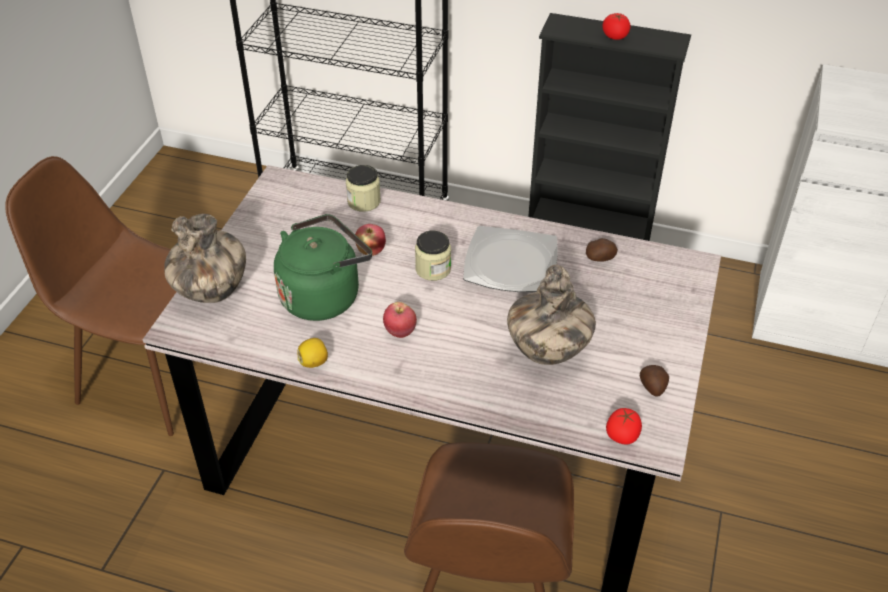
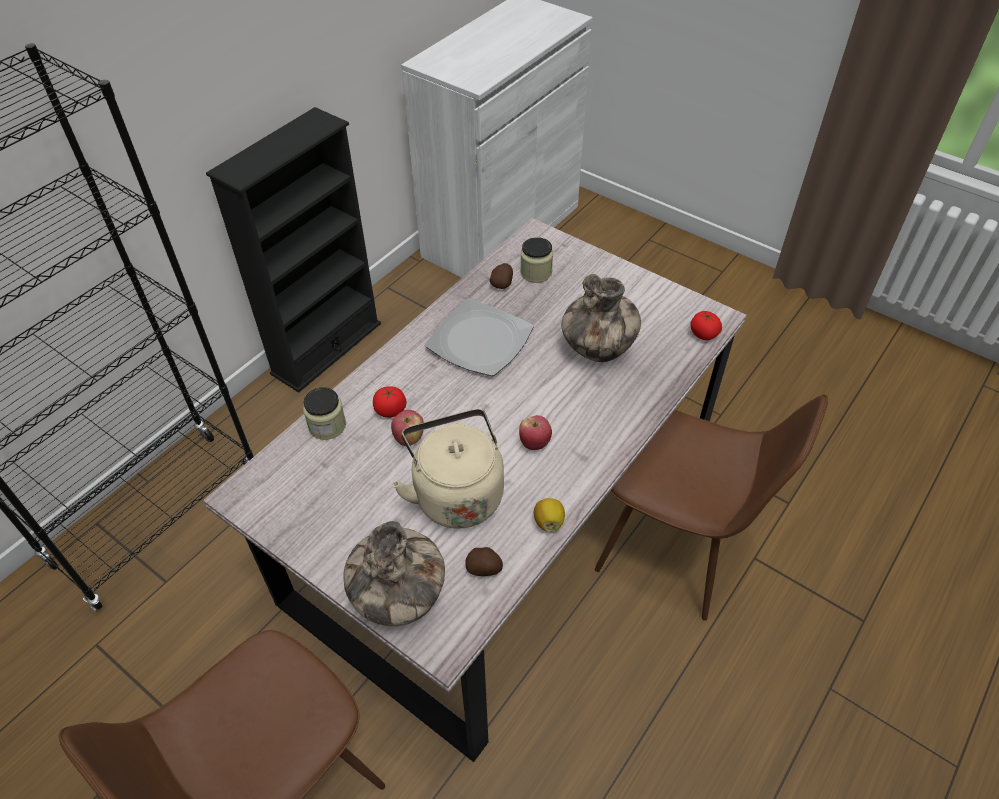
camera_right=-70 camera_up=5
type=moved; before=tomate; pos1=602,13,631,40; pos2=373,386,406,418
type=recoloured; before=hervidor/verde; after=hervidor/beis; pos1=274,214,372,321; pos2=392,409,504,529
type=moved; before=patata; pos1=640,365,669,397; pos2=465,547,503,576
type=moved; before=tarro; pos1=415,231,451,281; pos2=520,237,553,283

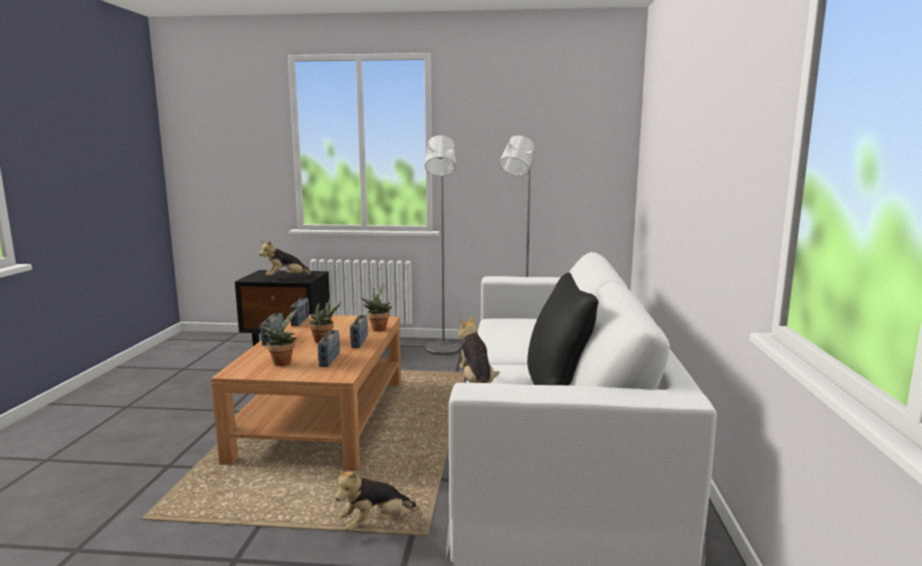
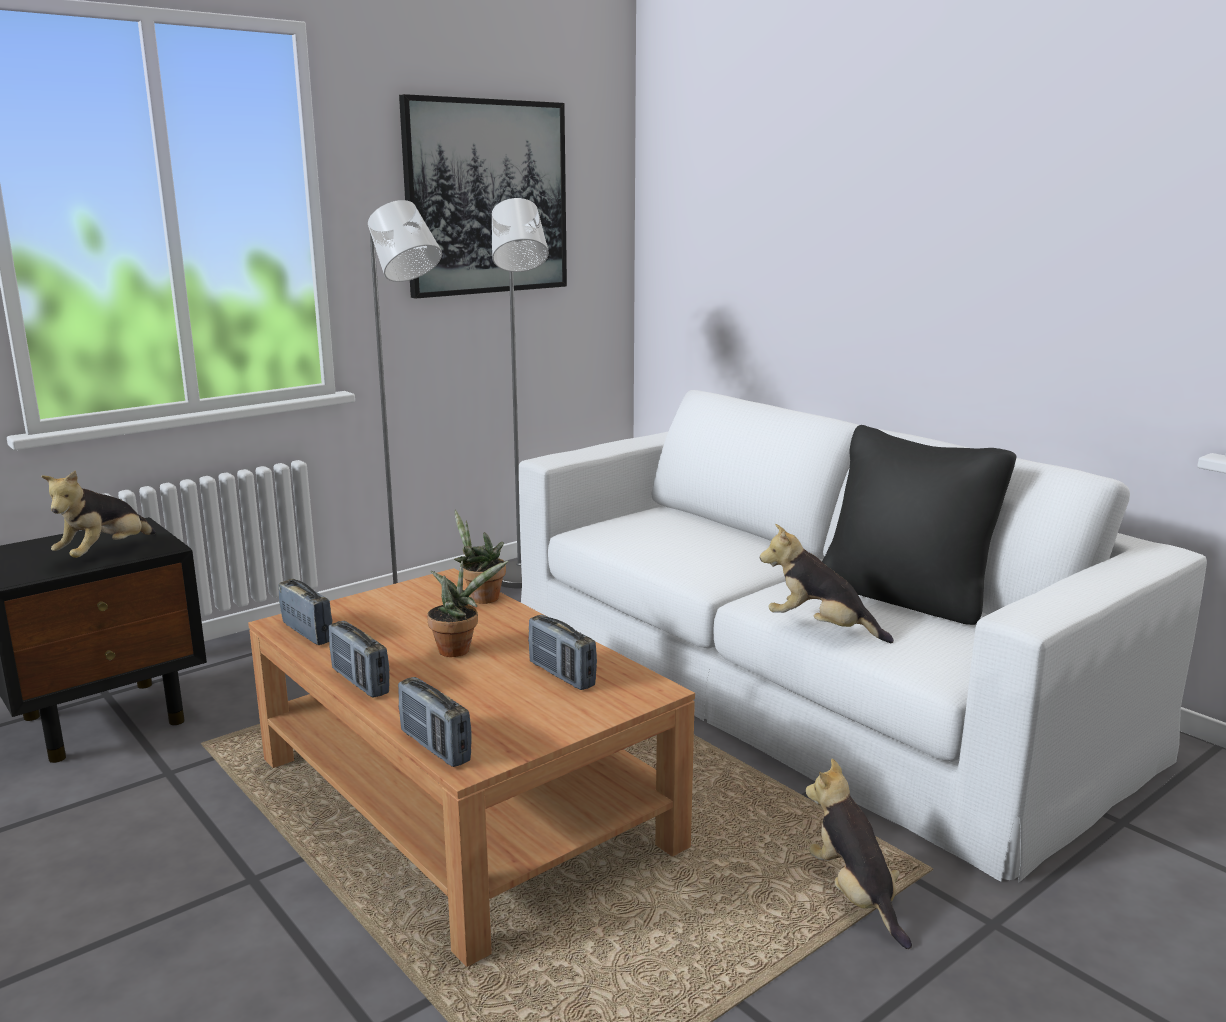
camera_right=-45 camera_up=5
type=moved; before=radio; pos1=350,315,368,348; pos2=398,677,472,767
type=added; after=cuadro; pos2=399,94,567,299
type=turned; before=peluche; pos1=335,470,416,532; pos2=806,759,912,949; turn=150
type=removed; before=planta en maceta; pos1=259,309,297,366

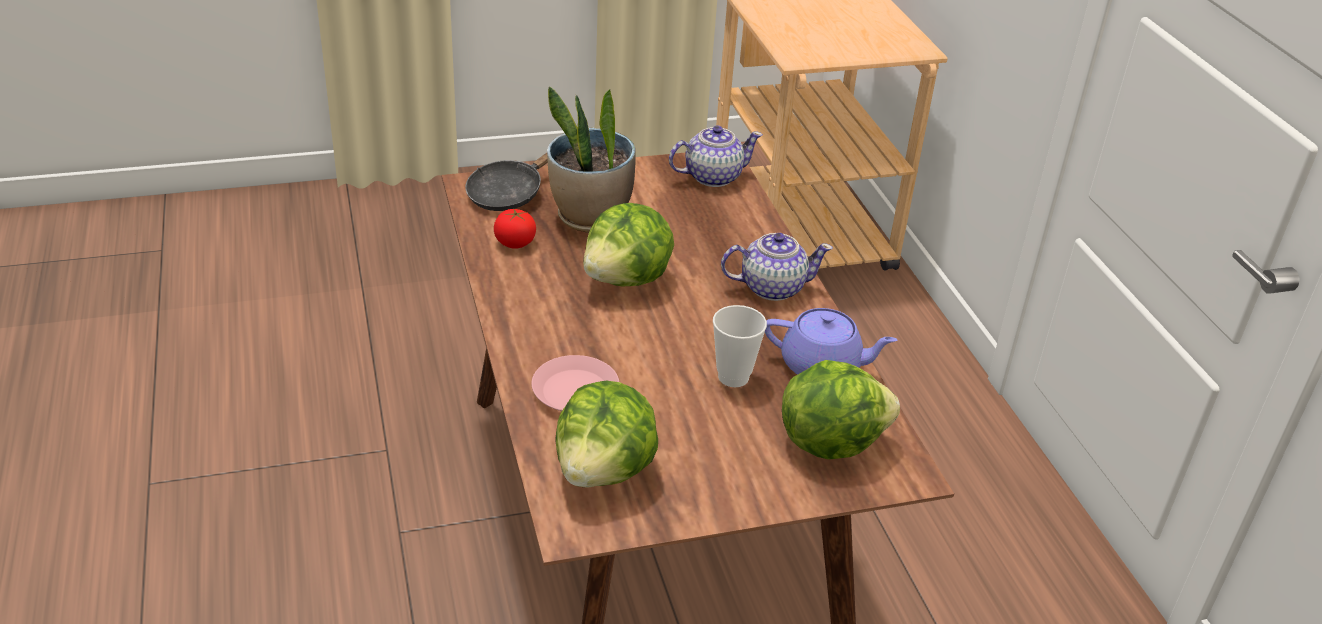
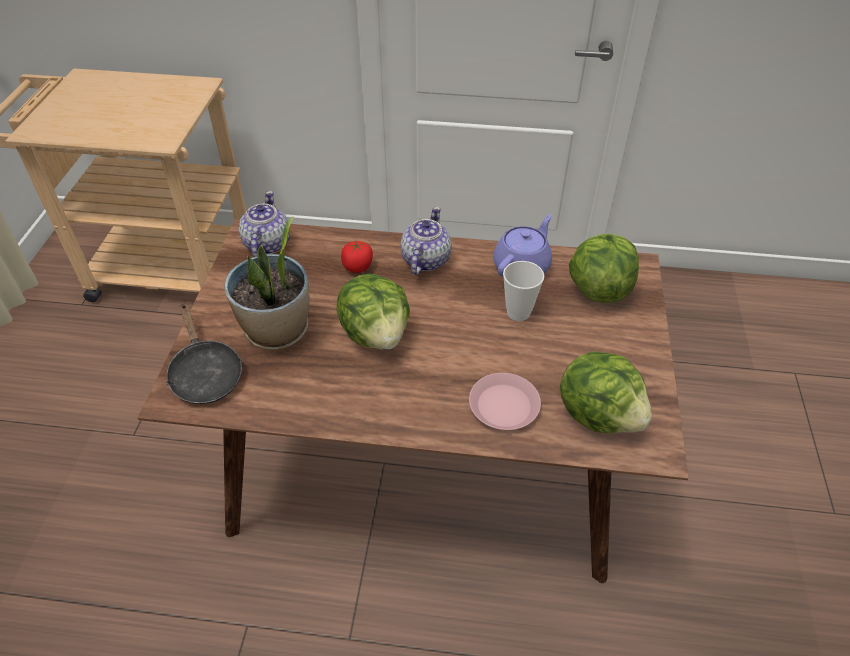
camera_right=-65 camera_up=10
type=moved; before=tomate; pos1=494,209,536,249; pos2=341,240,373,273

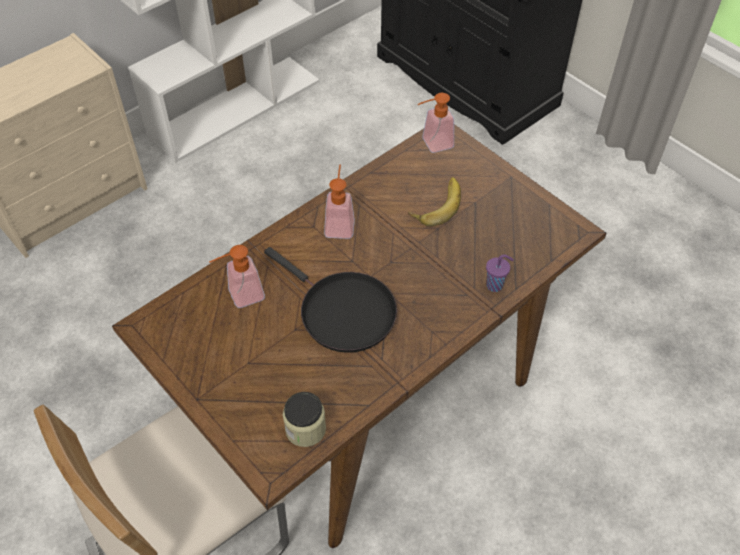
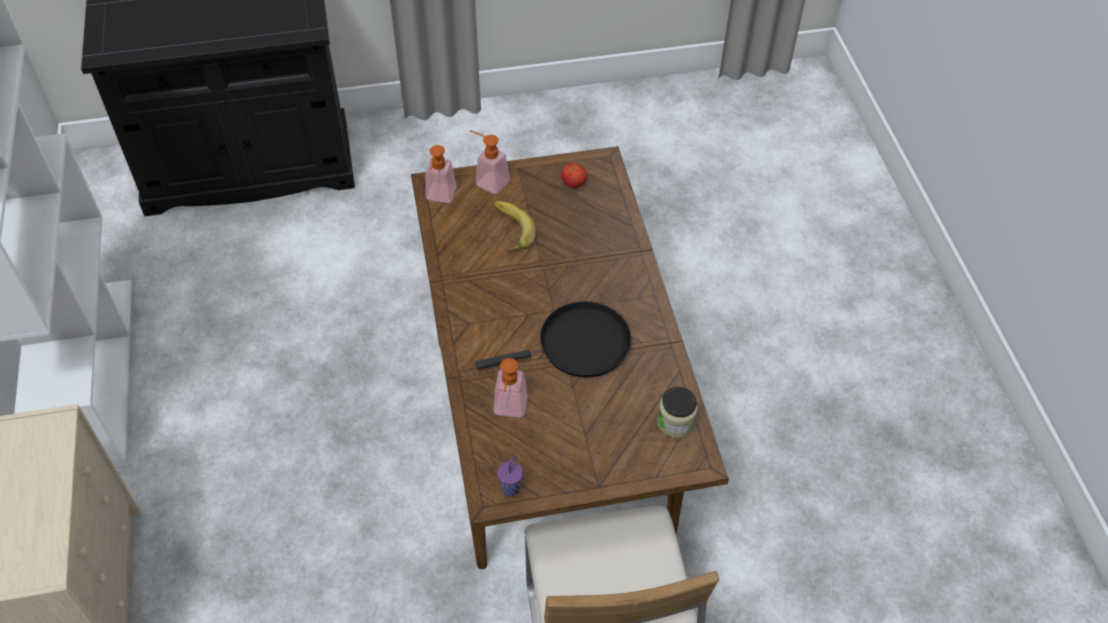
camera_right=-60 camera_up=0
type=moved; before=dispensador de jabón; pos1=324,164,355,239; pos2=469,130,510,194
type=moved; before=taza/morado; pos1=486,255,514,292; pos2=497,455,523,497
type=added; after=tomate; pos2=561,163,587,188

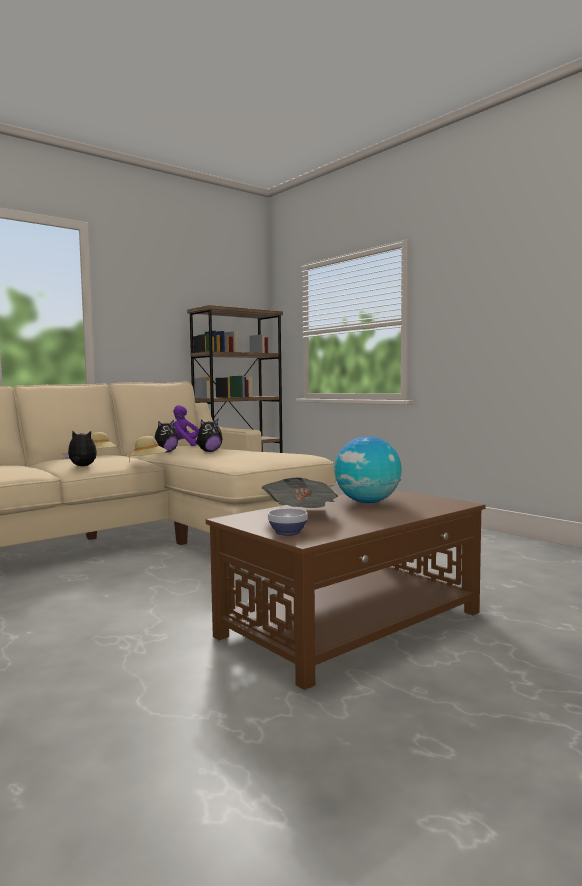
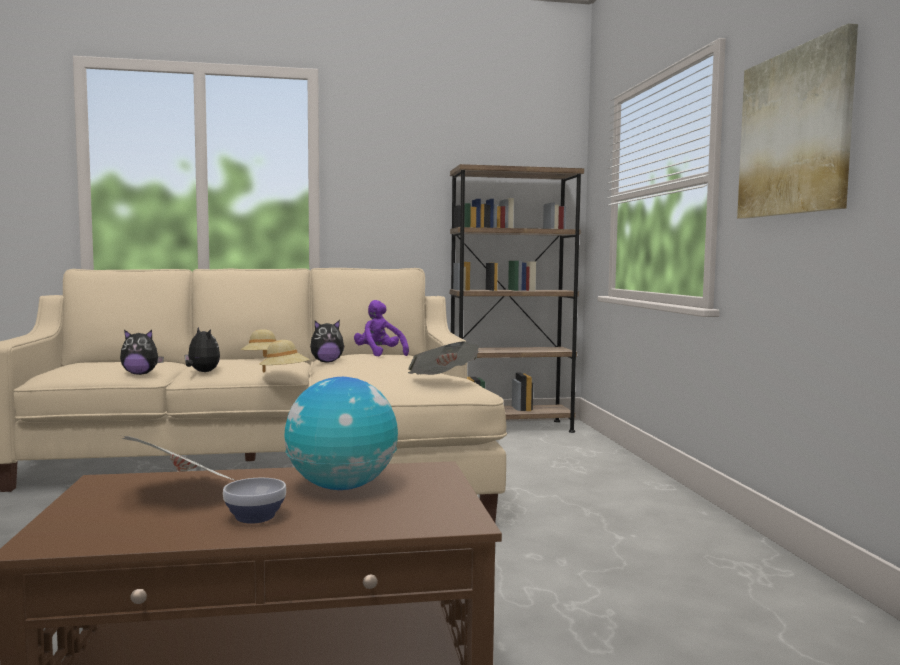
camera_right=30 camera_up=0
type=moved; before=peluche; pos1=196,419,223,452; pos2=120,330,164,375
type=moved; before=cuenco; pos1=268,508,308,536; pos2=223,478,286,524
type=added; after=periódico; pos2=408,341,479,375
type=added; after=cuadro; pos2=737,23,858,219

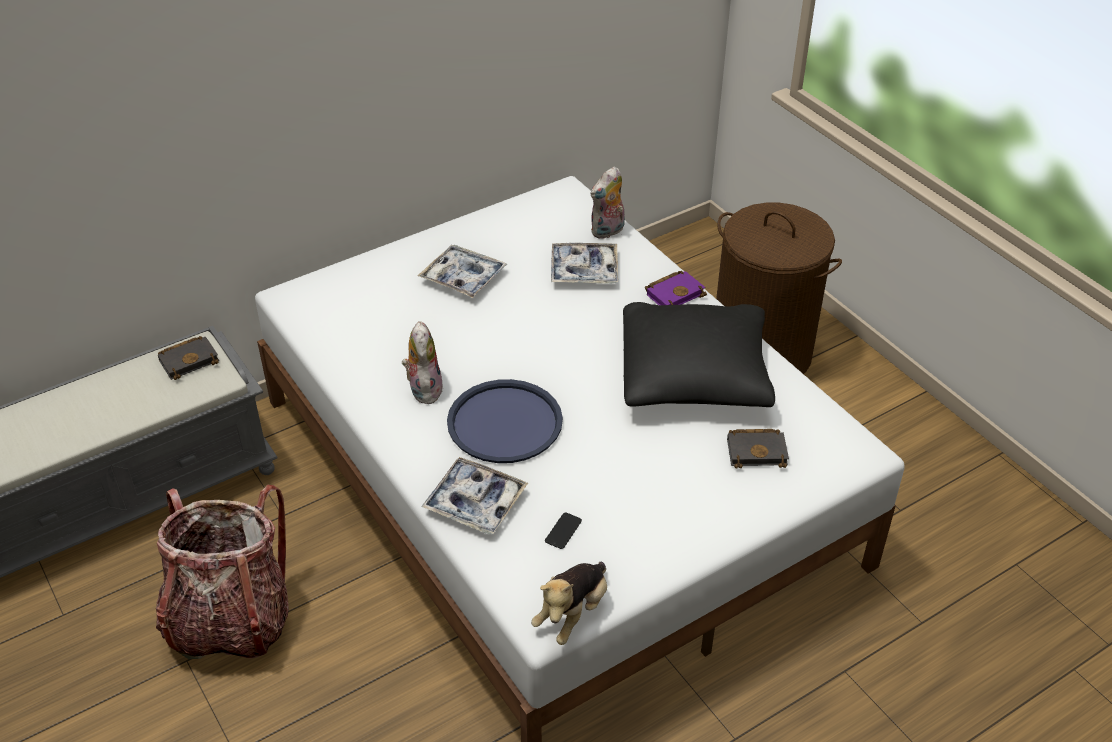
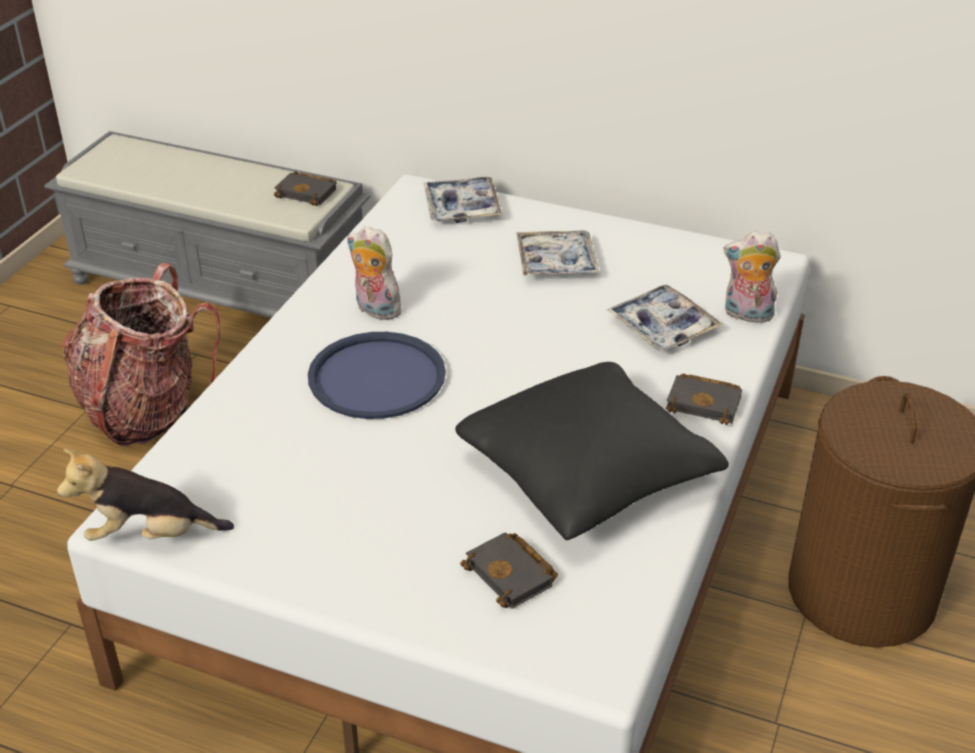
camera_right=55 camera_up=-5
type=turned; before=peluche; pos1=402,321,443,404; pos2=347,226,401,320; turn=-105
type=moved; before=bandeja; pos1=421,457,528,534; pos2=424,177,503,223
type=recoloured; before=libro/morado; after=libro/negro; pos1=645,271,707,305; pos2=666,373,742,425
type=removed; before=móvil; pos1=545,512,582,549

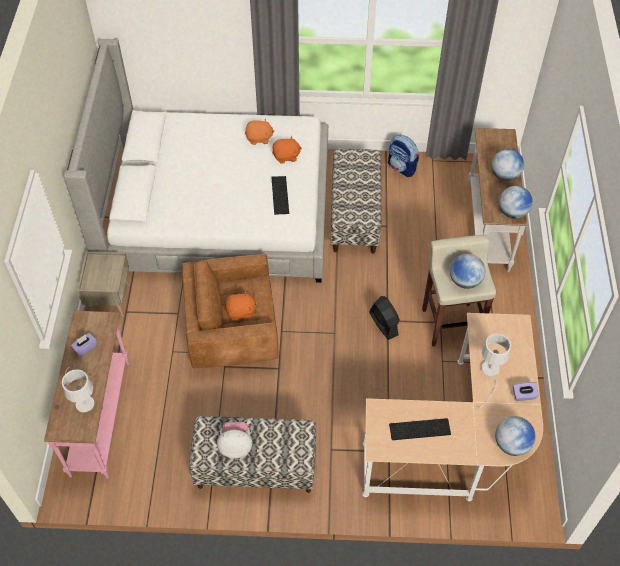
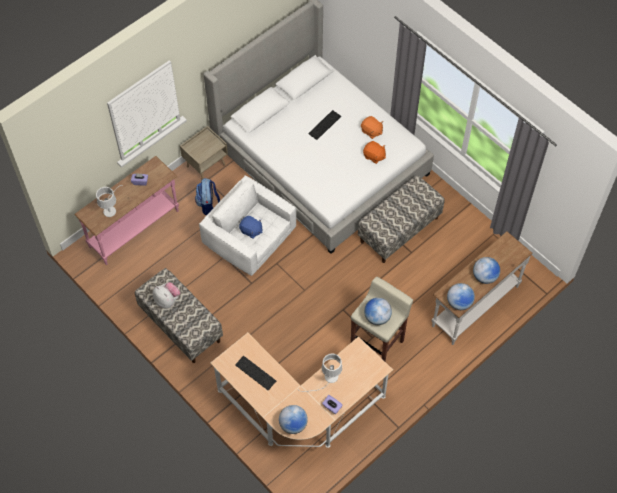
camera_right=45 camera_up=5
type=moved; before=mochila; pos1=388,135,419,177; pos2=195,178,220,215
type=recoloured; before=sillón/marrón; after=sillón/blanco; pos1=182,254,279,368; pos2=199,175,296,276
type=recoloured; before=peluche/naranja; after=peluche/azul; pos1=225,290,257,321; pos2=239,216,262,239
type=moved; before=teclado; pos1=271,176,289,215; pos2=308,110,341,140
type=removed; before=ventilador/negro; pos1=369,296,400,340

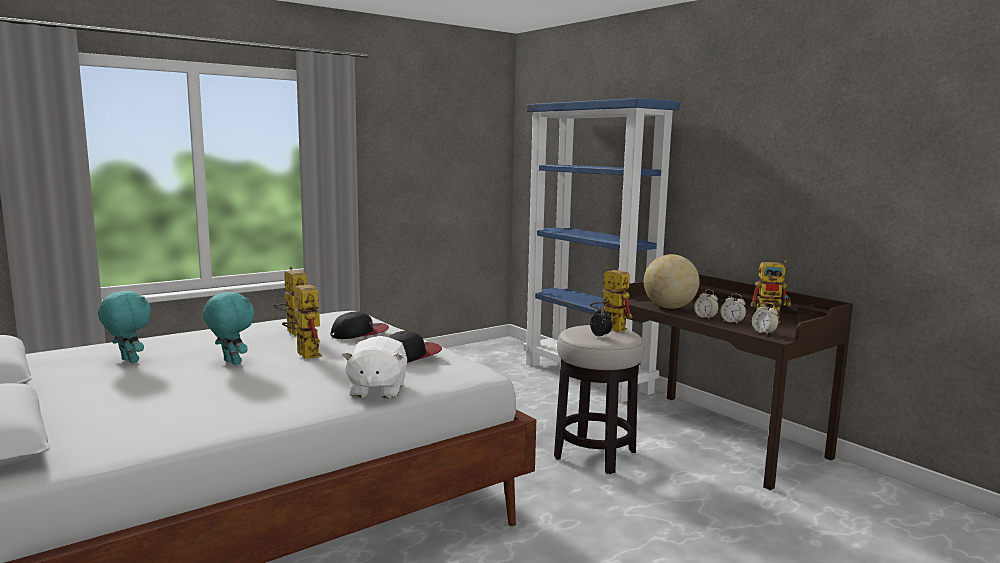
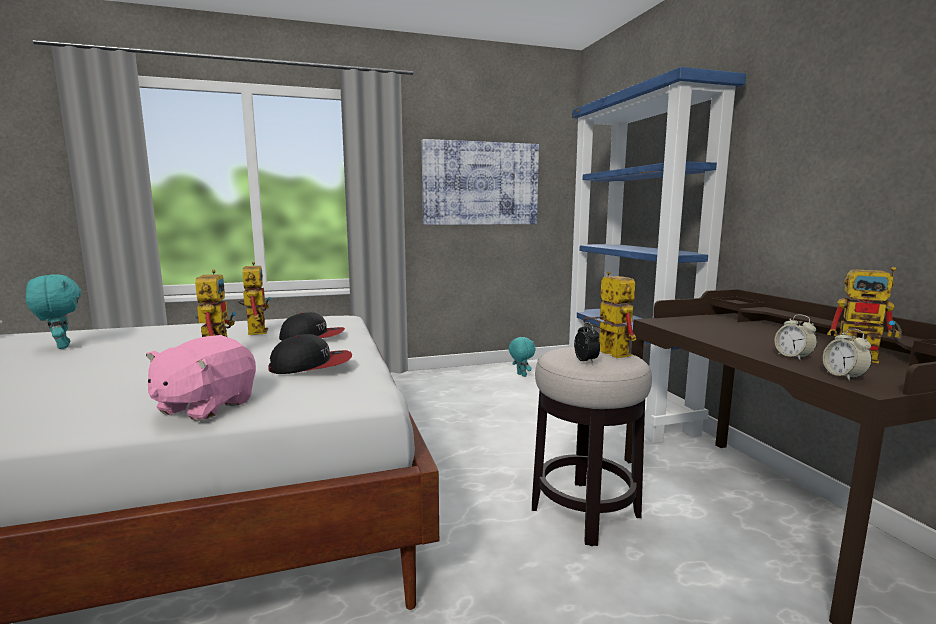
camera_right=20 camera_up=0
type=recoloured; before=peluche/blanco; after=peluche/rosa; pos1=342,336,407,399; pos2=146,335,256,421
type=added; after=cuadro; pos2=422,139,539,225
type=moved; before=peluche/turquesa; pos1=203,292,254,365; pos2=509,337,536,377
type=removed; before=globo terráqueo; pos1=644,254,699,309
type=removed; before=despertador; pos1=694,290,719,319

